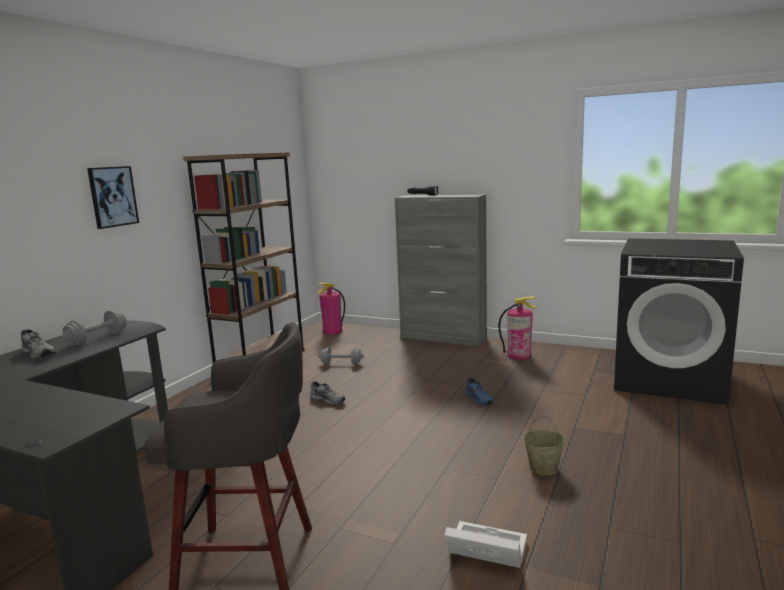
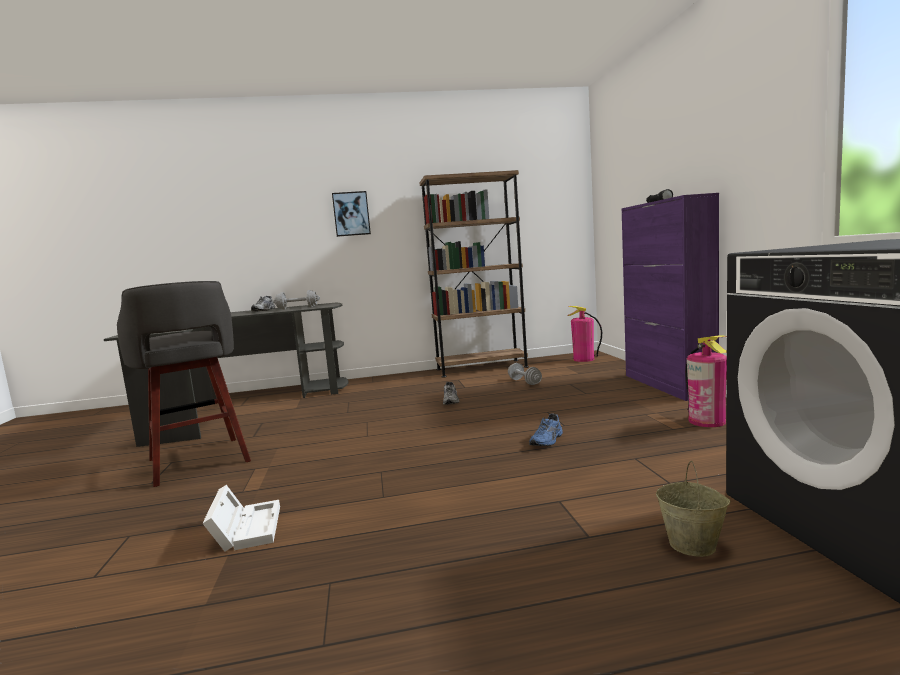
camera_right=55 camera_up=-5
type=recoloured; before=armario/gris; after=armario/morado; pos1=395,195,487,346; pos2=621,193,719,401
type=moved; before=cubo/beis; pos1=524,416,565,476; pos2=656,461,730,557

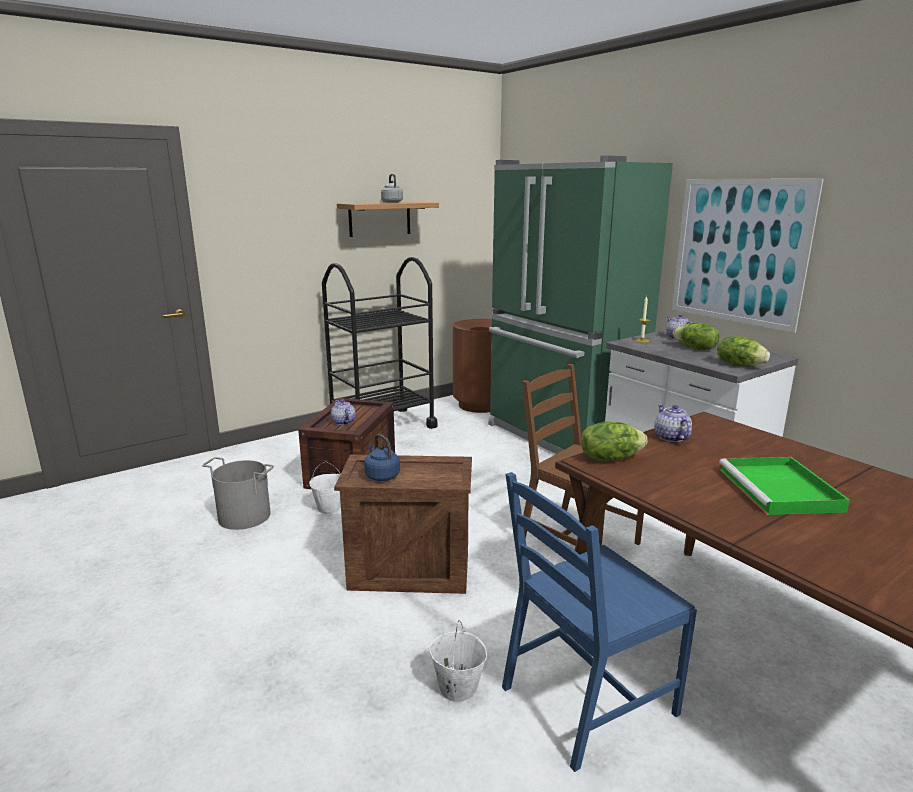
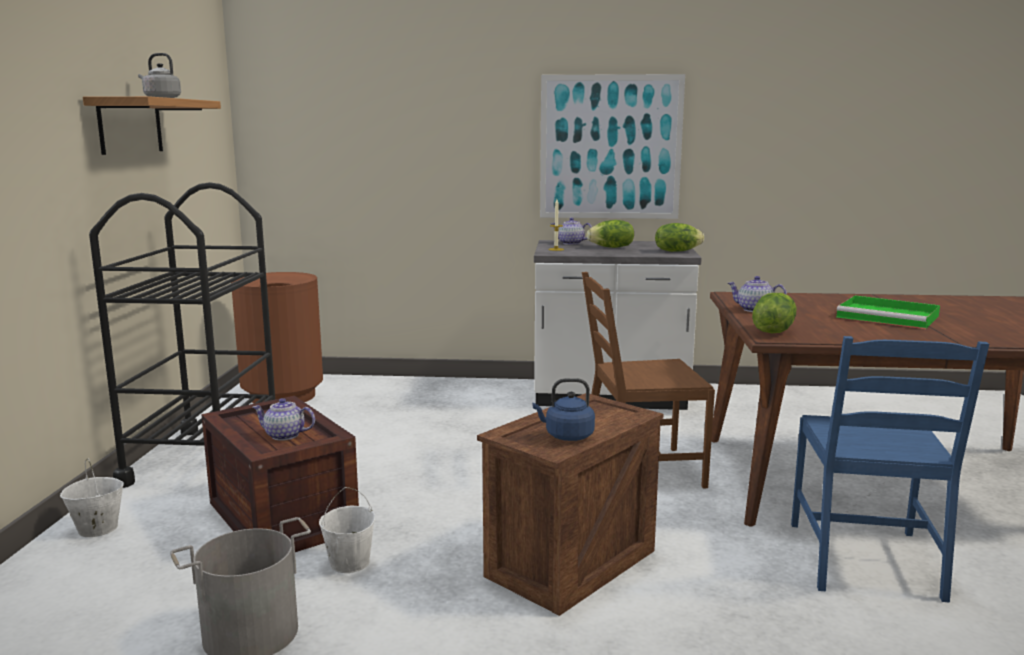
camera_right=-50 camera_up=-5
type=moved; before=cubo/blanco; pos1=429,620,487,702; pos2=60,458,124,537
type=removed; before=nevera/verde; pos1=488,156,673,454

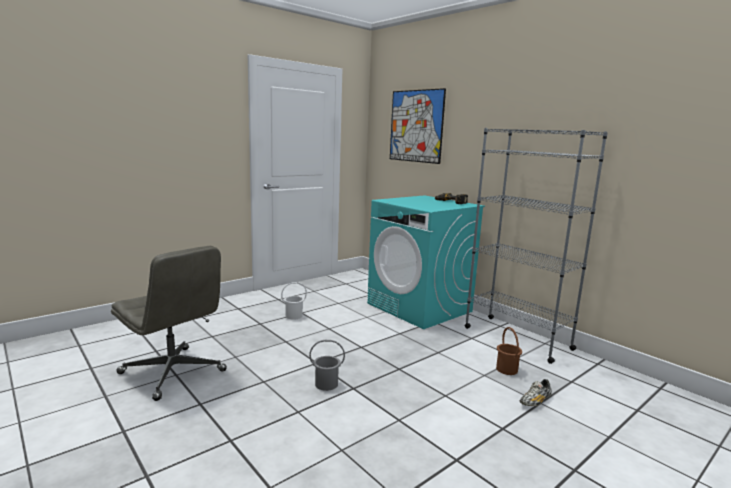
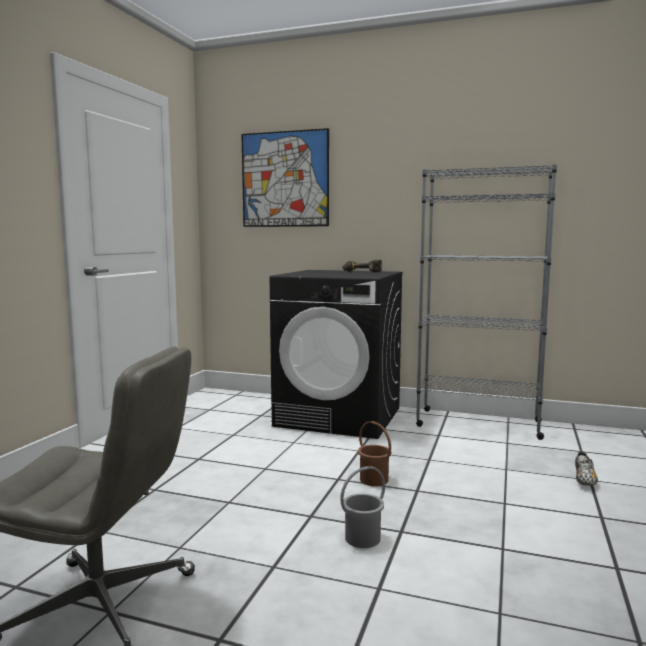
camera_right=-30 camera_up=-5
type=recoloured; before=lavadora/turquesa; after=lavadora/negro; pos1=367,195,485,329; pos2=270,270,403,439
type=moved; before=cubo/marrón; pos1=496,327,522,375; pos2=358,421,391,486
type=removed; before=cubo/blanco; pos1=281,282,307,320

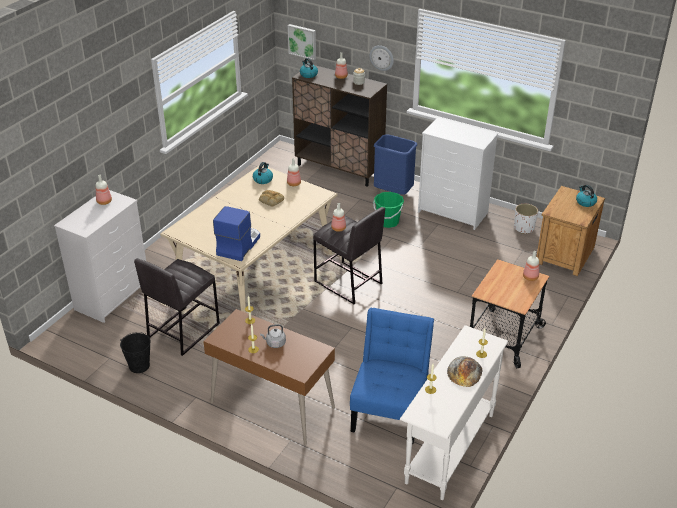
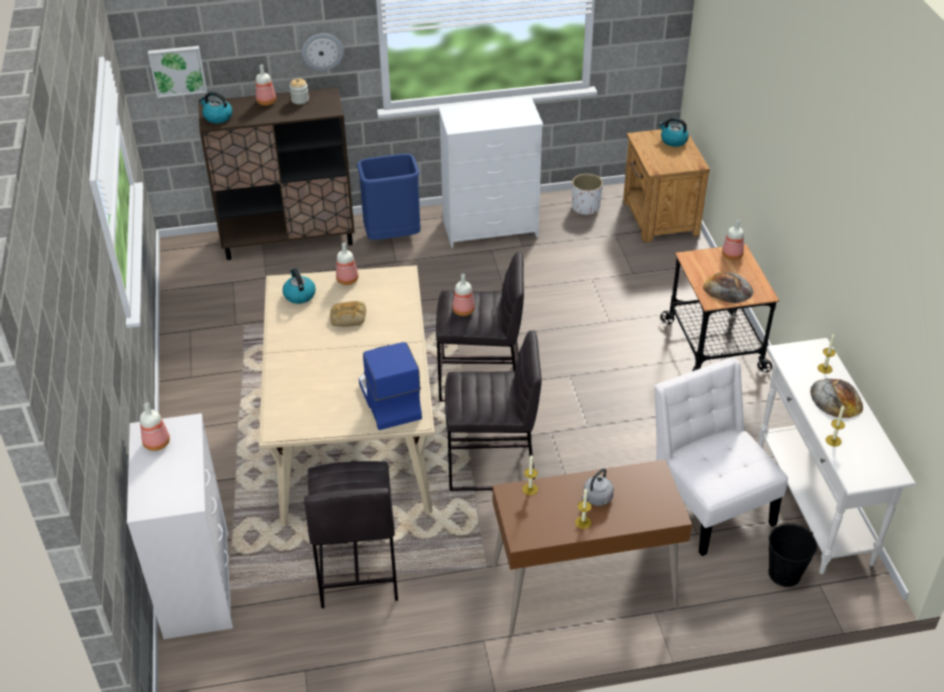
camera_right=-40 camera_up=5
type=added; after=taburete/gris; pos2=445,330,542,491
type=recoloured; before=silla/azul; after=silla/blanco; pos1=350,308,434,444; pos2=654,357,788,556
type=added; after=pan; pos2=703,272,753,303
type=moved; before=cubo/negro; pos1=120,332,150,373; pos2=768,523,817,587
type=removed; before=cubo/verde; pos1=373,192,404,228

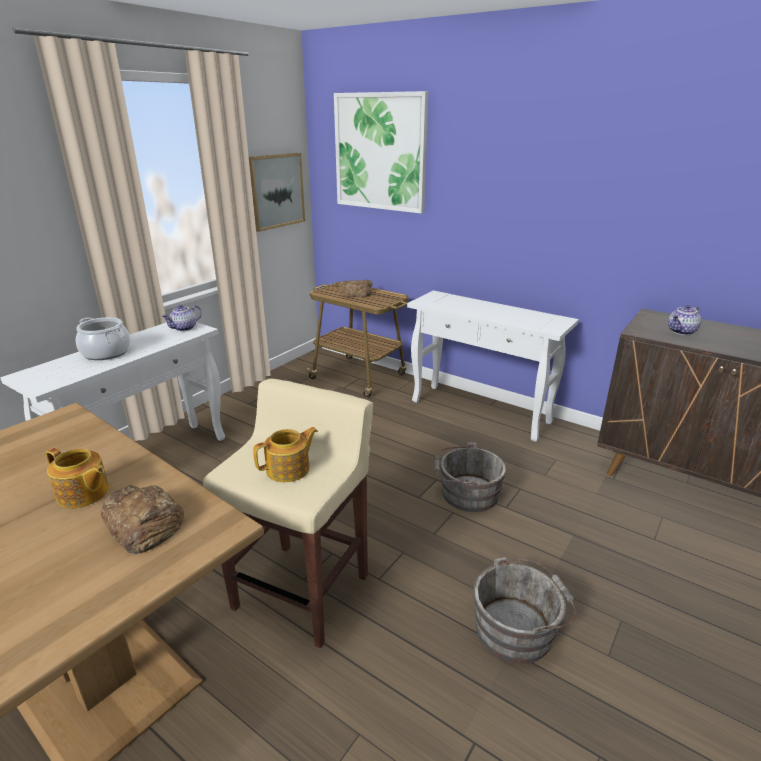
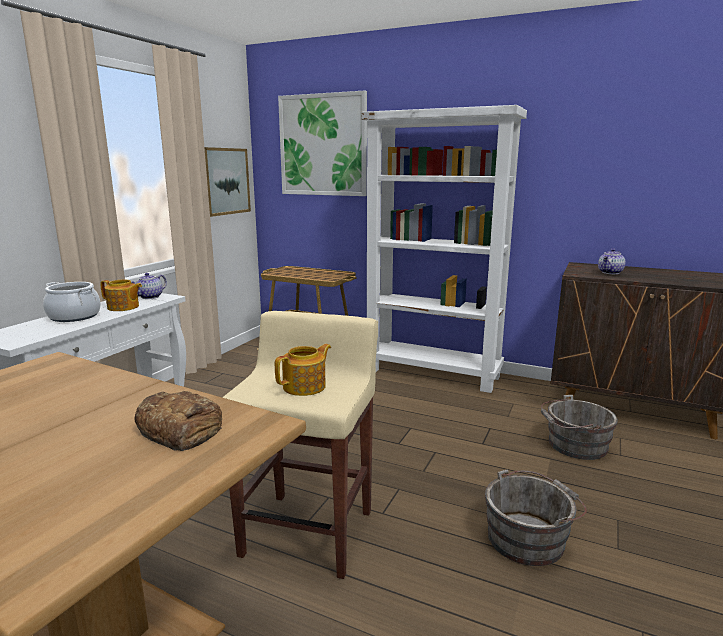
camera_right=-10 camera_up=-10
type=moved; before=tetera; pos1=46,448,109,508; pos2=100,280,142,311
type=replaced; before=mesa consola/blanco; after=estantería/blanco; pos1=407,290,579,442; pos2=361,105,527,393
type=moved; before=cubo/gris; pos1=434,442,506,512; pos2=541,395,618,460
type=removed; before=pan; pos1=339,280,373,297

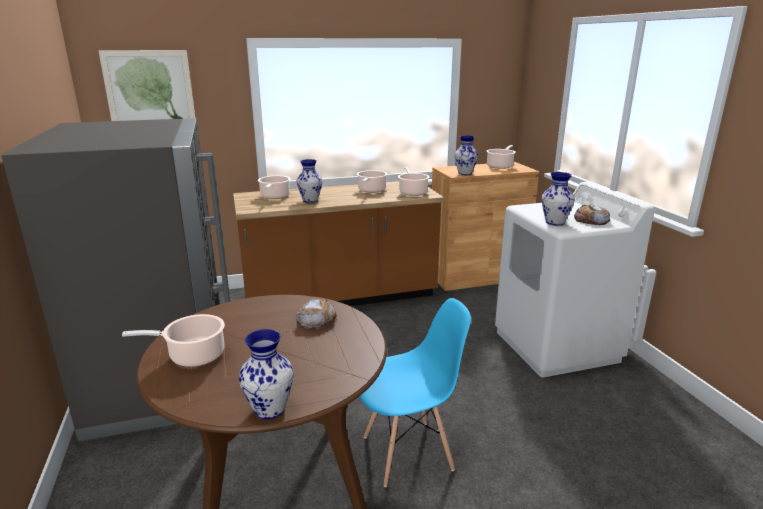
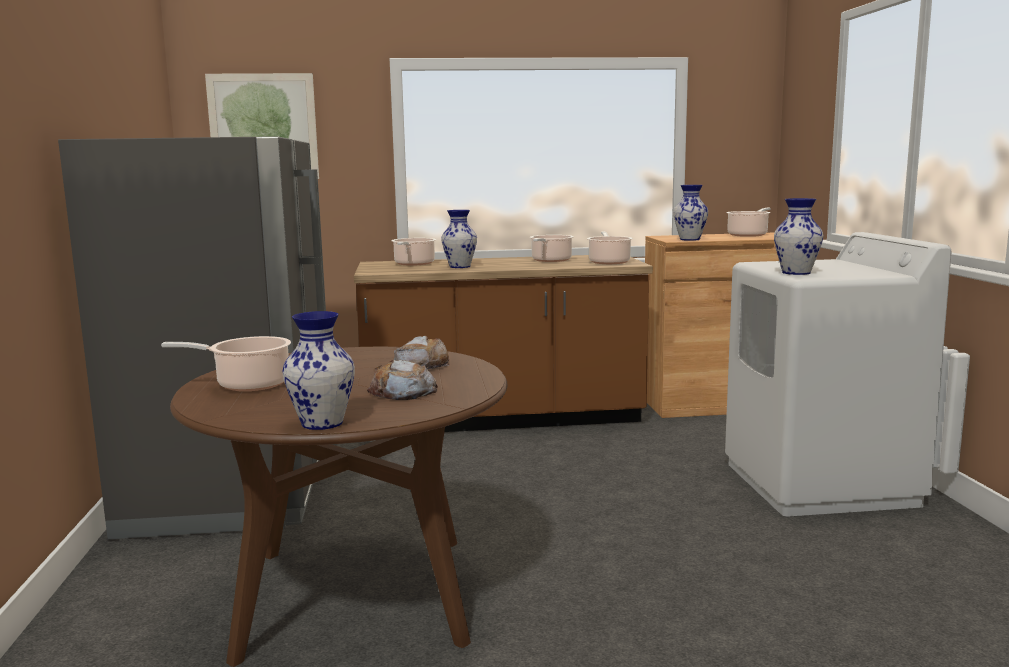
camera_right=10 camera_up=-10
type=moved; before=pan; pos1=574,205,610,225; pos2=367,360,438,400
type=removed; before=silla/azul; pos1=359,298,471,487

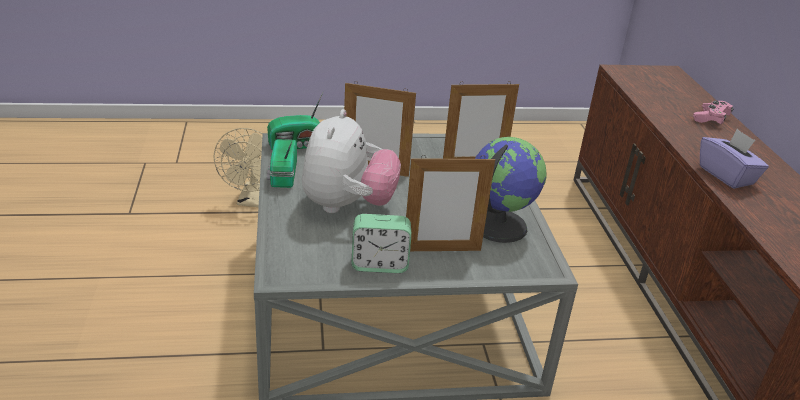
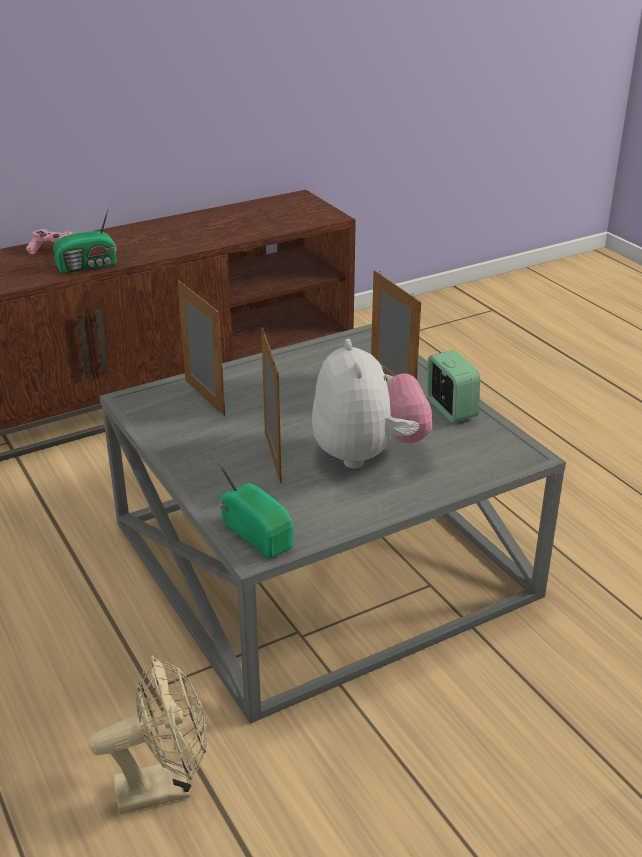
camera_right=-110 camera_up=0
type=moved; before=radio; pos1=267,139,297,188; pos2=53,203,117,274
type=turned; before=peluche; pos1=302,109,401,213; pos2=312,339,432,468; turn=90
type=removed; before=globo terráqueo; pos1=475,137,547,243
type=removed; before=caja de pañuelos/morado; pos1=700,129,769,189

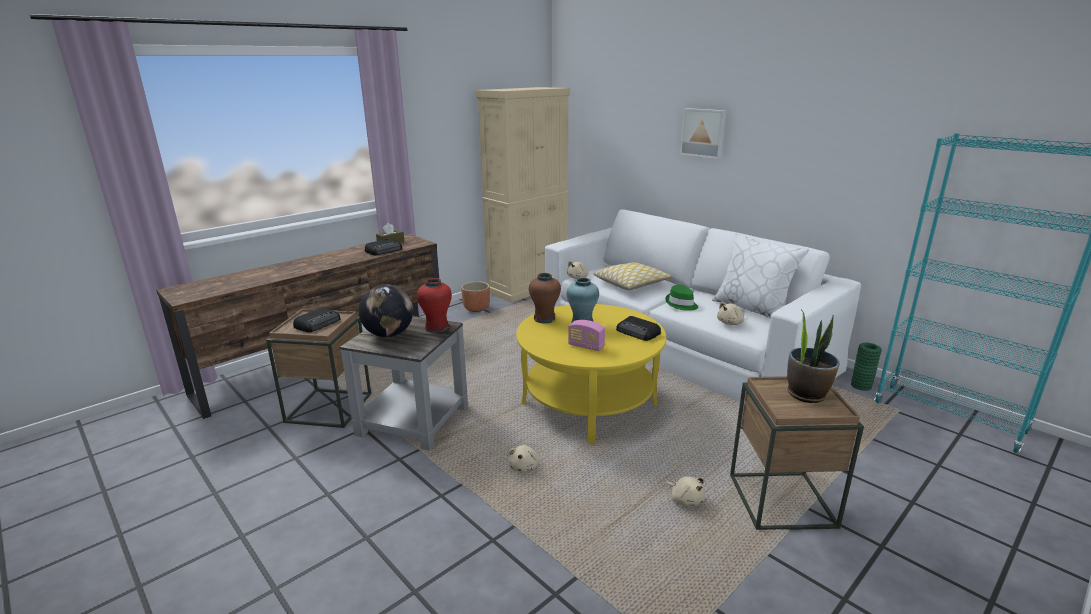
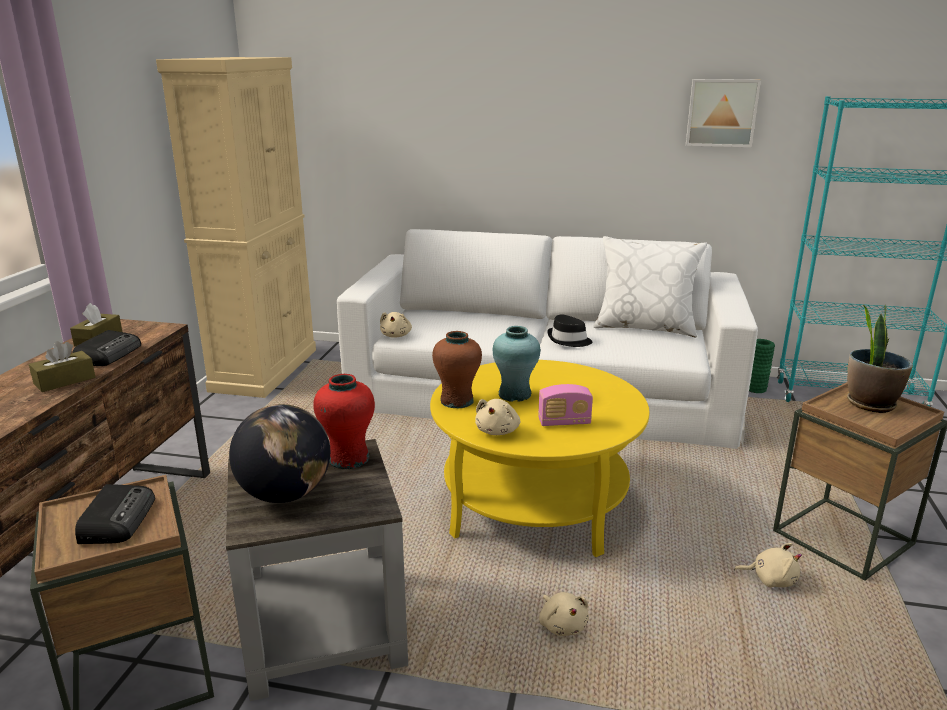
camera_right=-35 camera_up=0
type=added; after=caja de pañuelos/marrón; pos2=29,341,95,392
type=moved; before=peluche/beis; pos1=717,301,744,325; pos2=475,399,520,435
type=recoloured; before=sombrero/verde; after=sombrero/negro; pos1=665,284,698,311; pos2=547,315,592,347
type=moved; before=cuadro; pos1=680,108,727,159; pos2=686,79,761,147
type=removed; before=maceta/marrón; pos1=461,281,490,312
type=removed; before=cojín; pos1=593,262,671,290
type=removed; before=radio; pos1=616,316,661,341

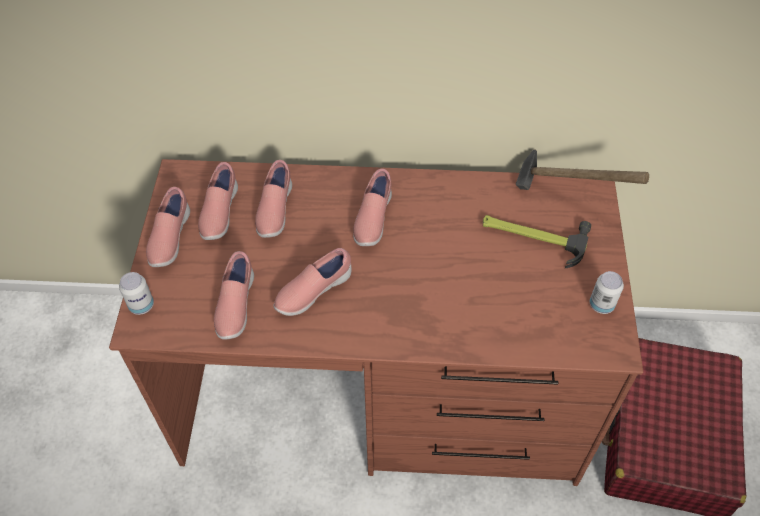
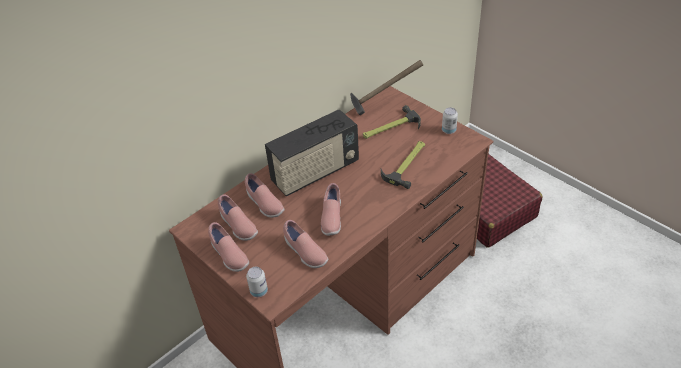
camera_right=-45 camera_up=-10
type=replaced; before=zapato/rosa; after=radio; pos1=353,169,392,246; pos2=265,109,359,197
type=added; after=martillo; pos2=381,141,425,189

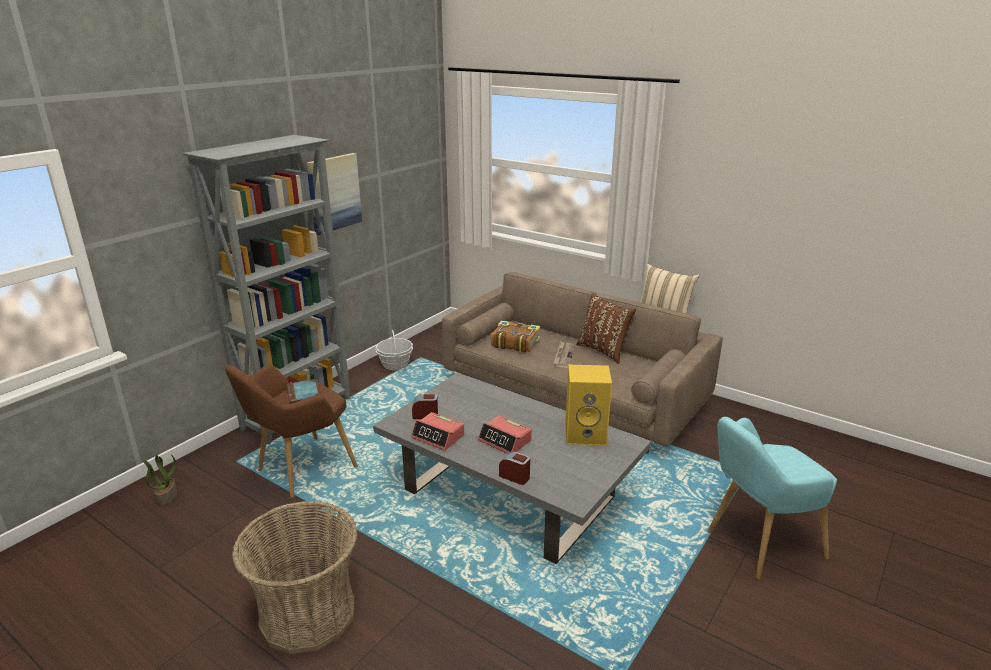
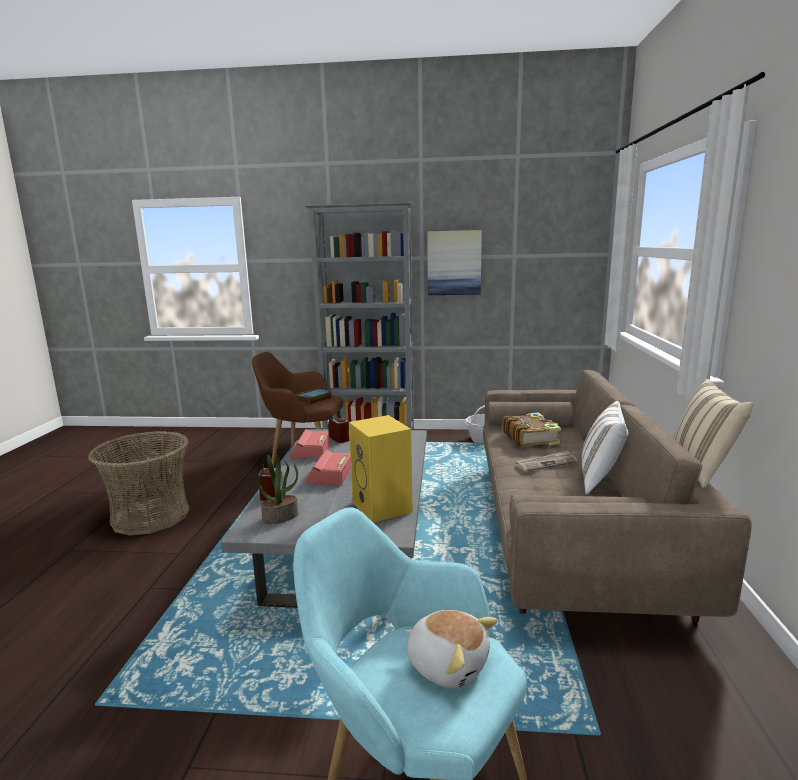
camera_right=60 camera_up=-10
type=moved; before=planta en maceta; pos1=143,455,177,506; pos2=258,455,298,524
type=added; after=peluche; pos2=406,610,498,688
type=recoloured; before=cojín/marrón; after=cojín/blanco; pos1=576,293,636,364; pos2=582,401,628,494

